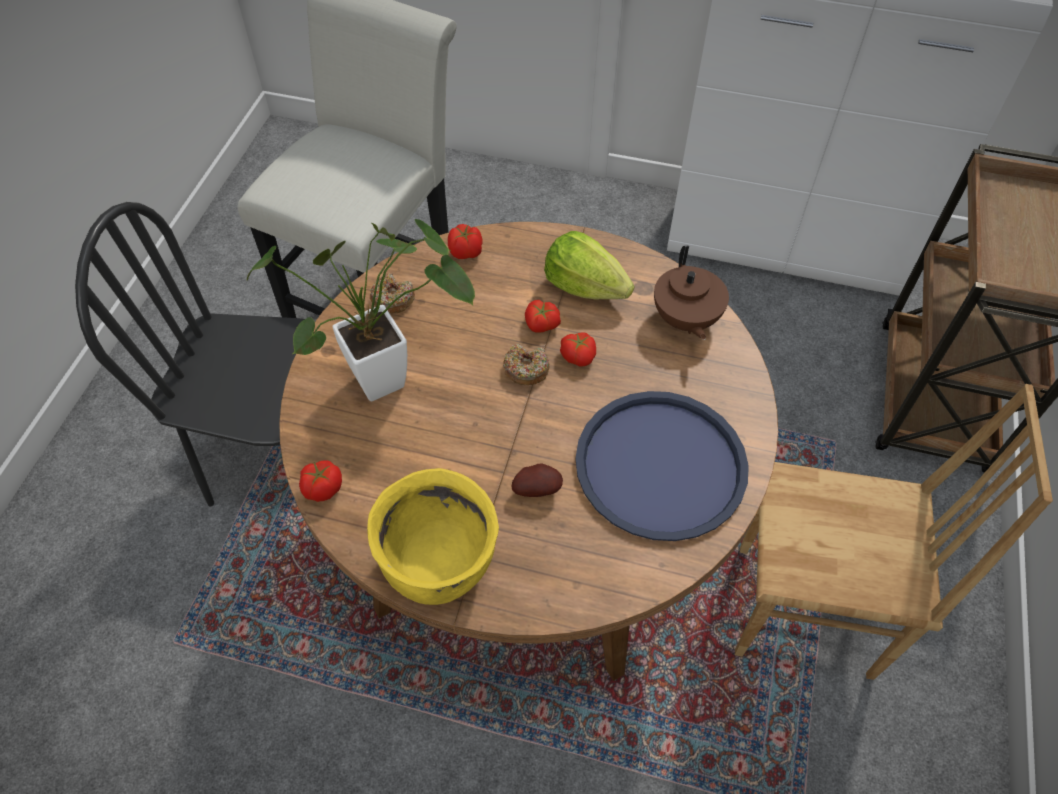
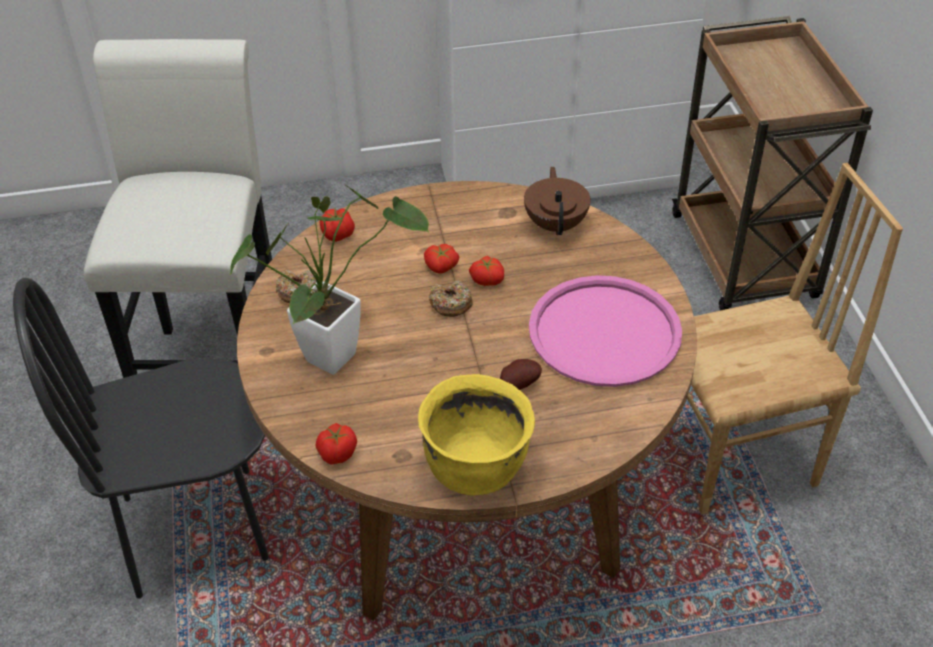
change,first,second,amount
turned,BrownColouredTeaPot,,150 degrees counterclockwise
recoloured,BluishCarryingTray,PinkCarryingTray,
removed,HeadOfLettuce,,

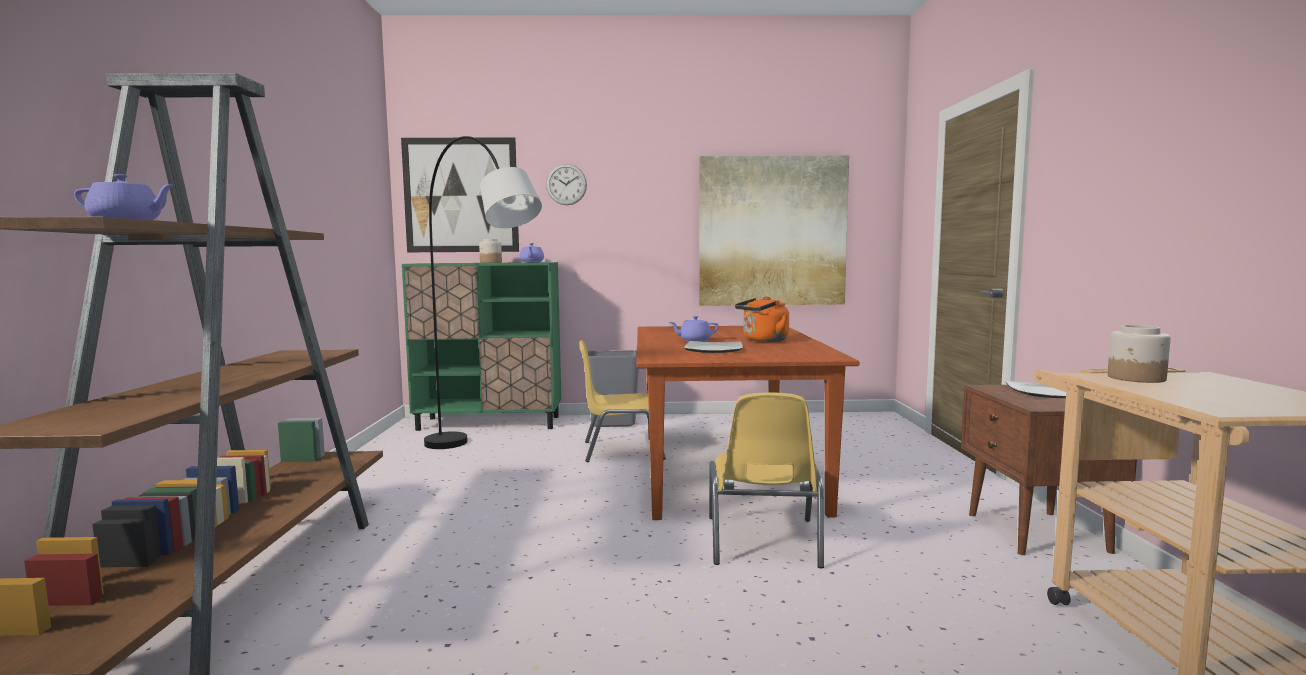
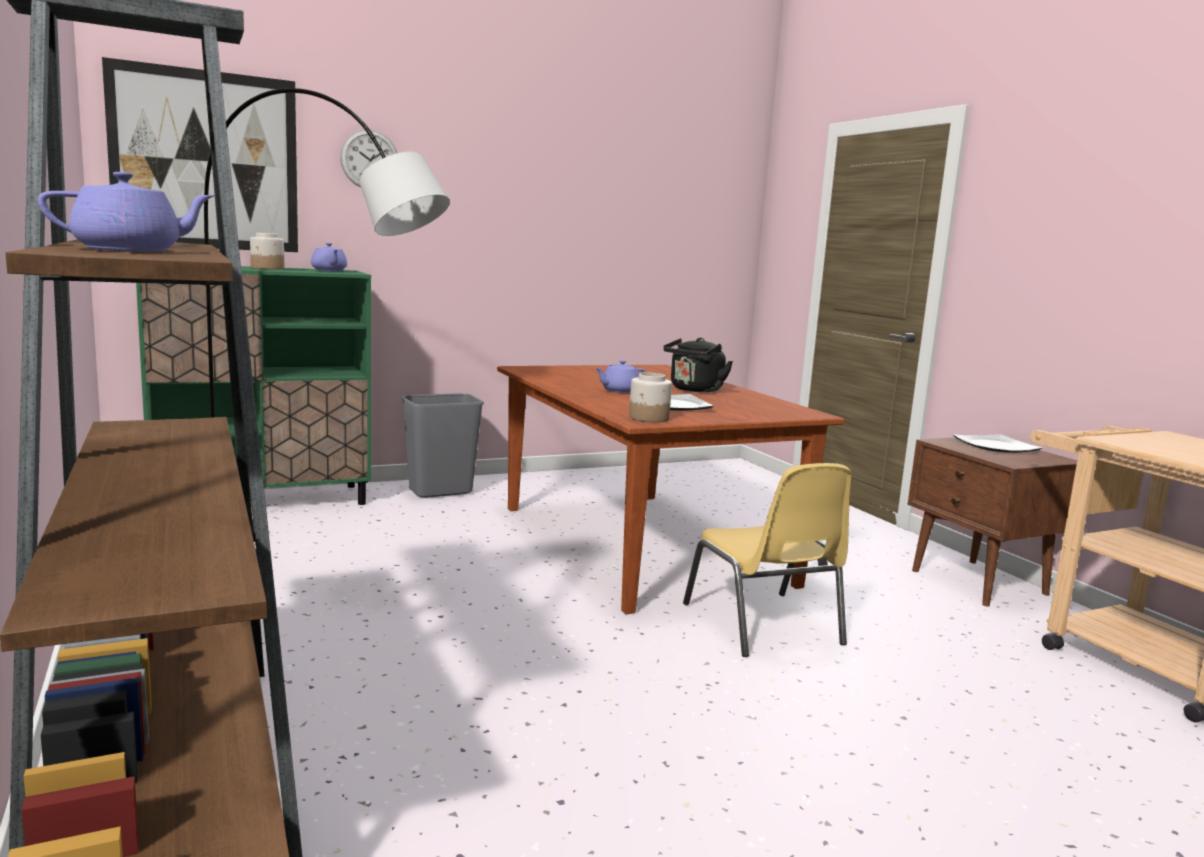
change,first,second,amount
moved,StorageJar (2nd from left),,
recoloured,OrangeyTeaKettle,BlackishTeaKettle,
removed,YellowPlainChair (1st from left),,
removed,Picture (2nd from left),,

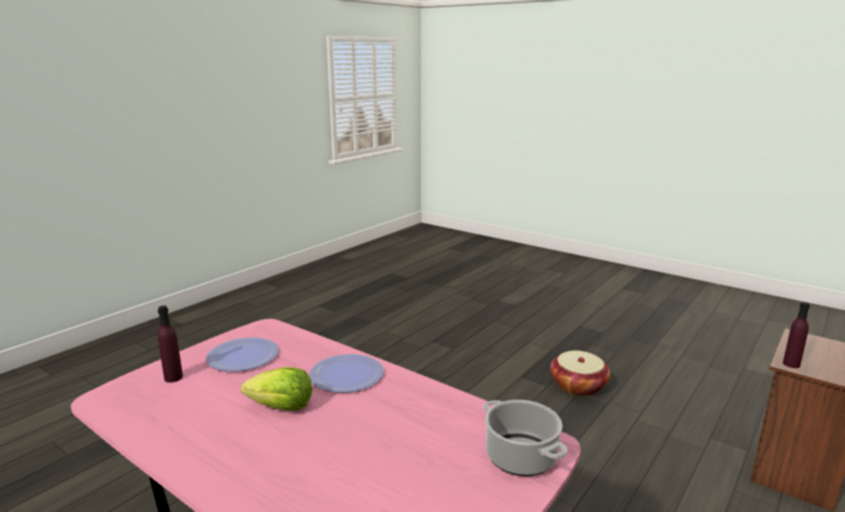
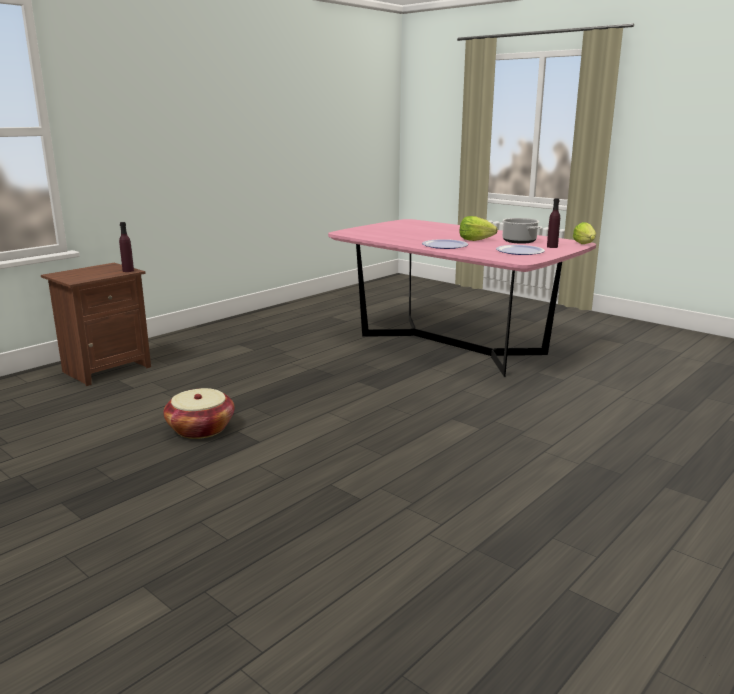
change,first,second,amount
moved,Saucepot,,
added,,HeadOfLettuce (2nd from left),

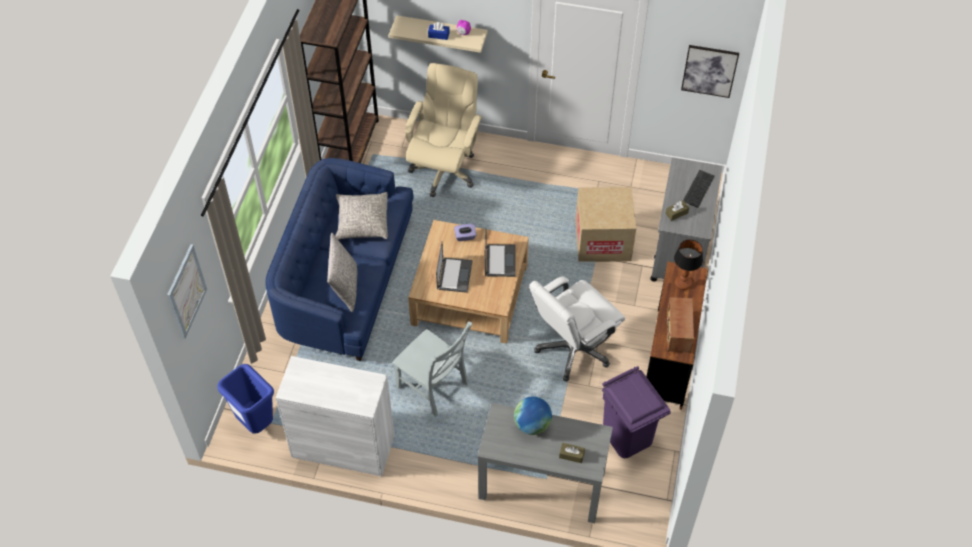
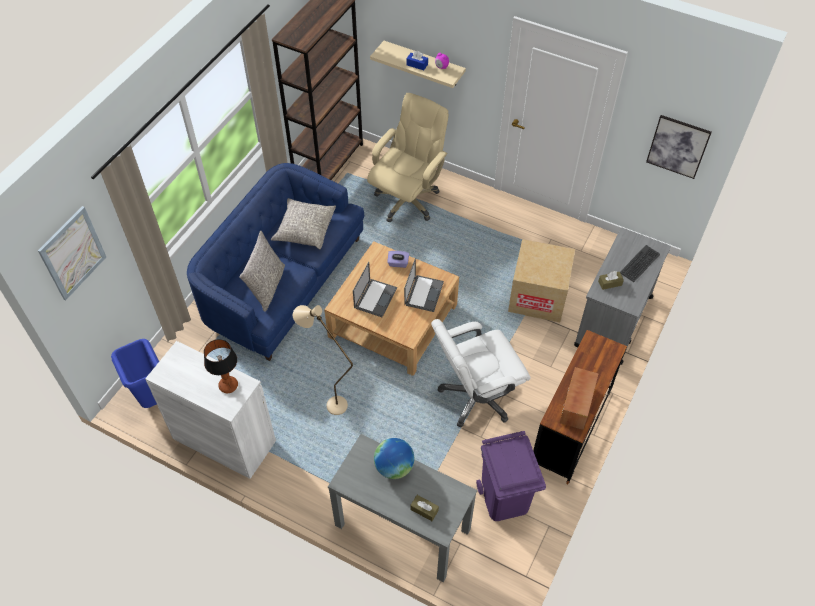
change,first,second,amount
moved,TabletopLamp,,
replaced,GreyPlainChair,BeigeColouredFloorLamp,

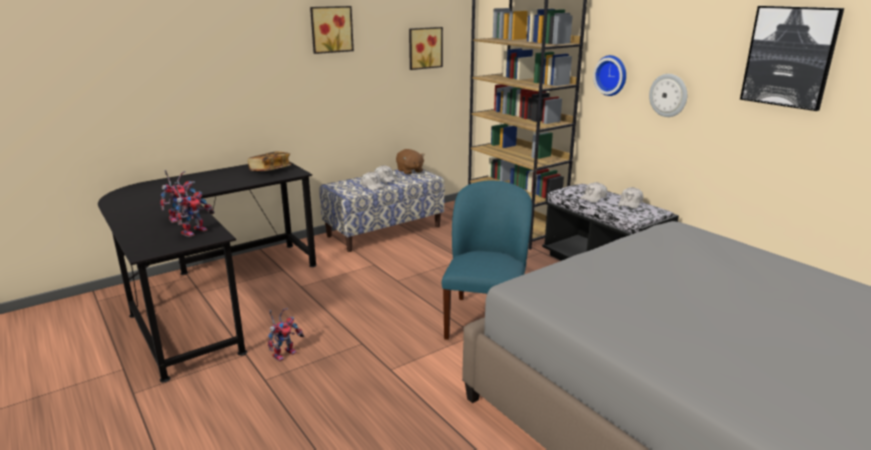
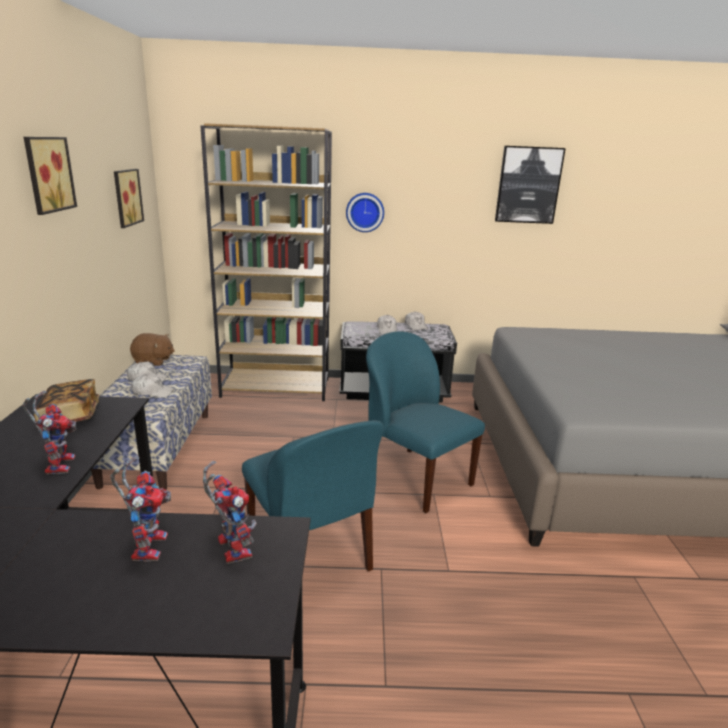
change,first,second,amount
moved,ModelRobot (3rd from left in the first image),ModelRobot (1st from left),
added,,BluishPlainChair (1st from left),
removed,ClockOnTheWall (2nd from left),,

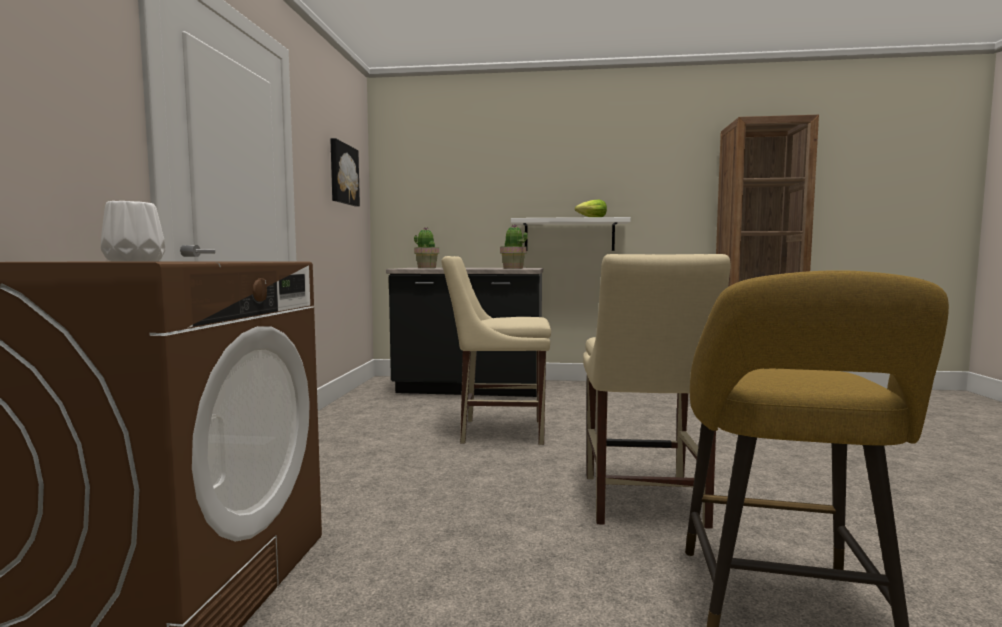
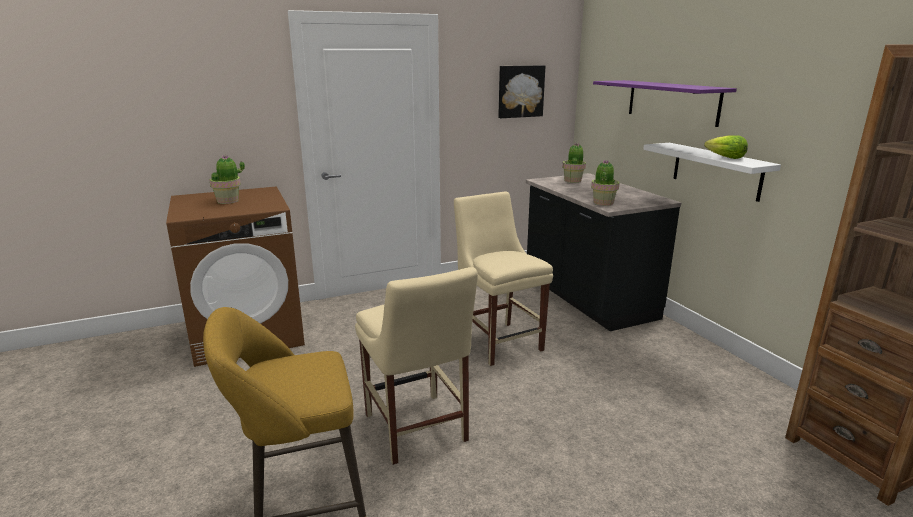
change,first,second,amount
replaced,WhiteColouredVase,Houseplant (1st from left),
turned,BeigeColouredPlainChair (2nd from left in the first image),BeigeColouredPlainChair (1st from left),90 degrees counterclockwise
added,,PurplishShelf,

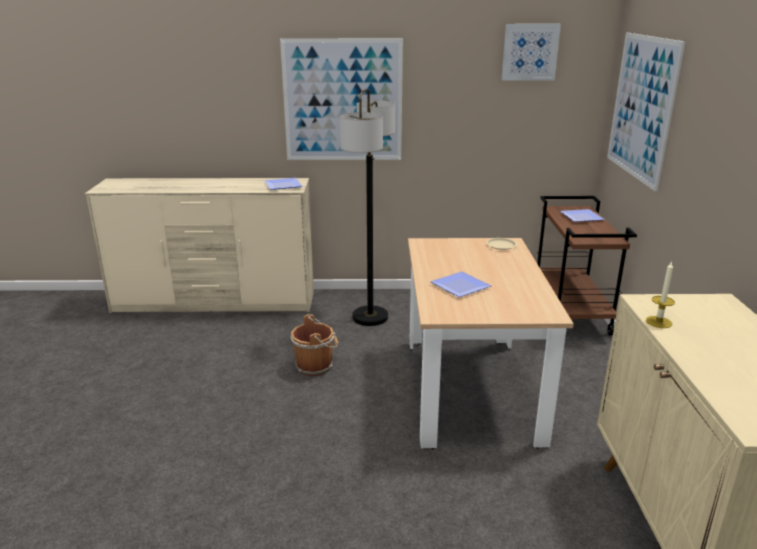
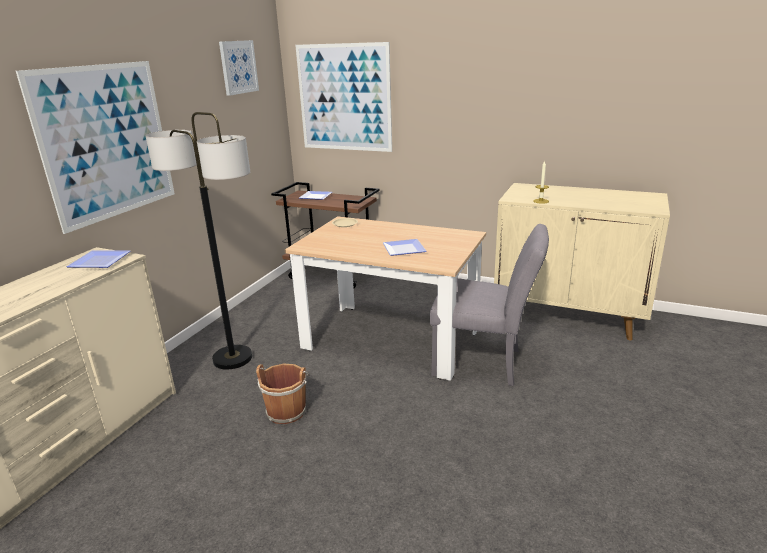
change,first,second,amount
added,,GreyPlainChair,

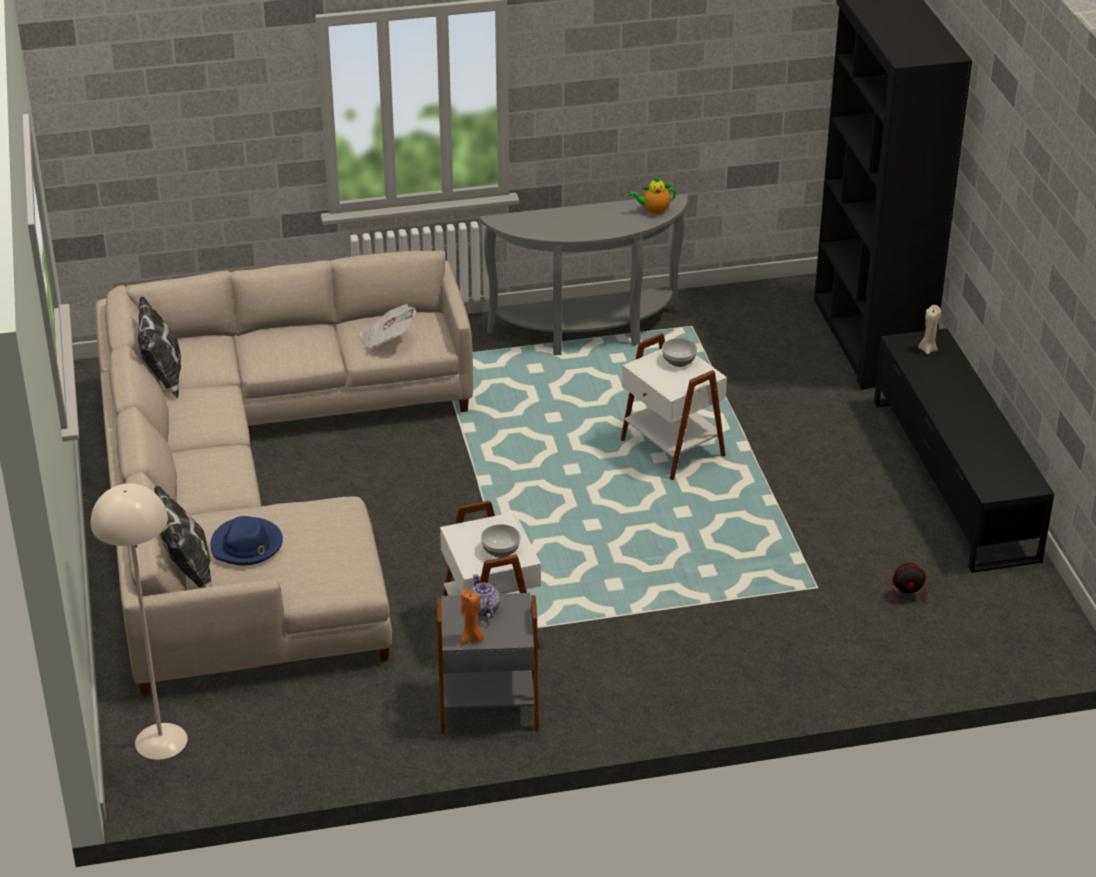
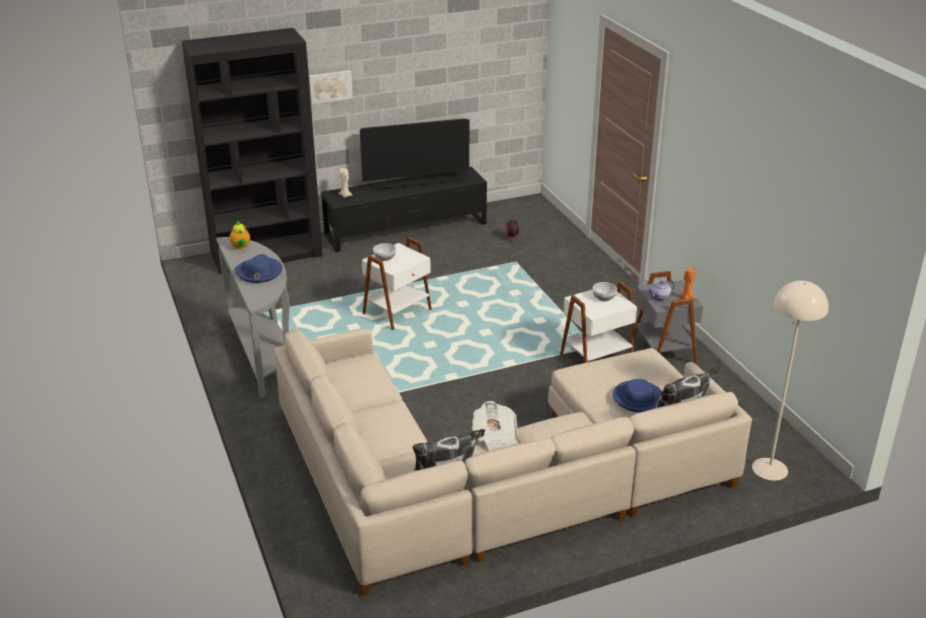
change,first,second,amount
added,,BluishClothingHat (1st from left),
added,,Picture,
added,,Tv,
moved,PrintedPaper,,

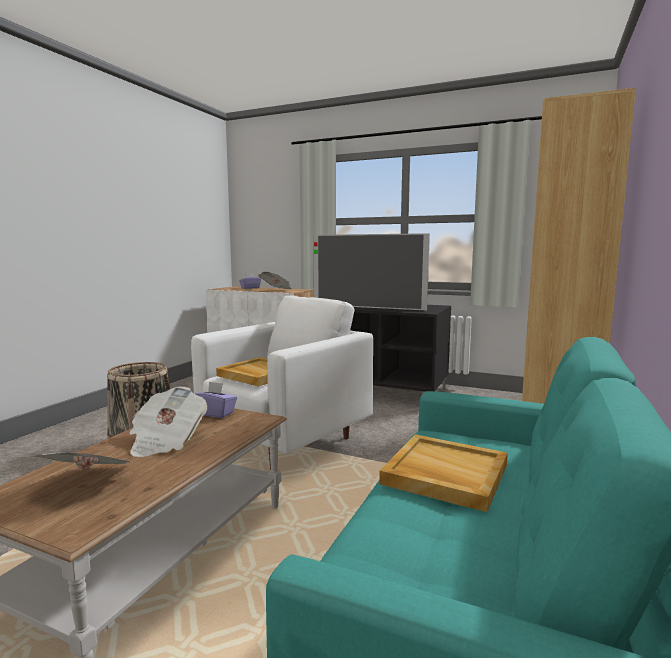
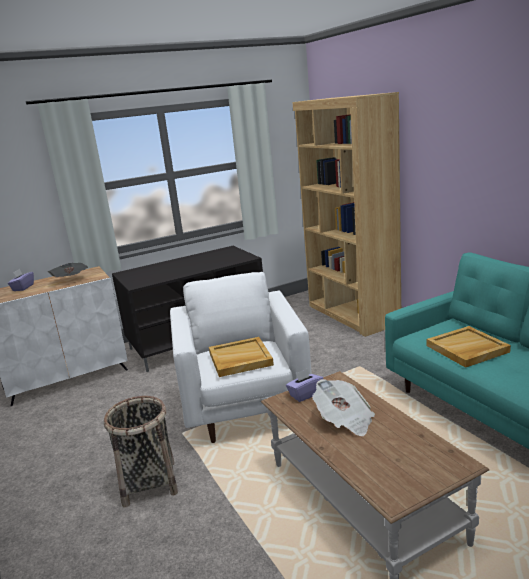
change,first,second,amount
removed,PrintedPaper (1st from left),,
removed,Tv,,

